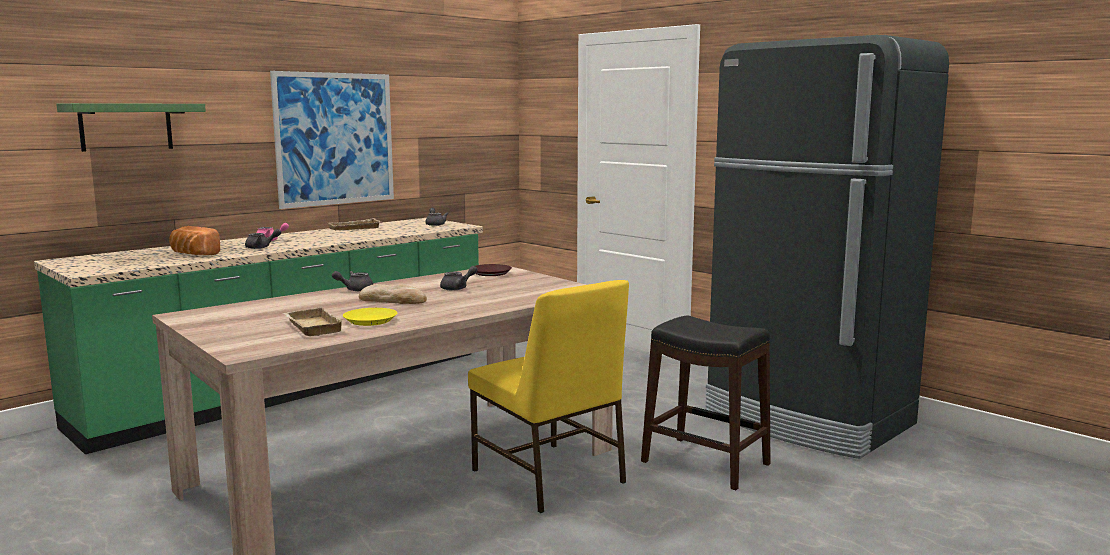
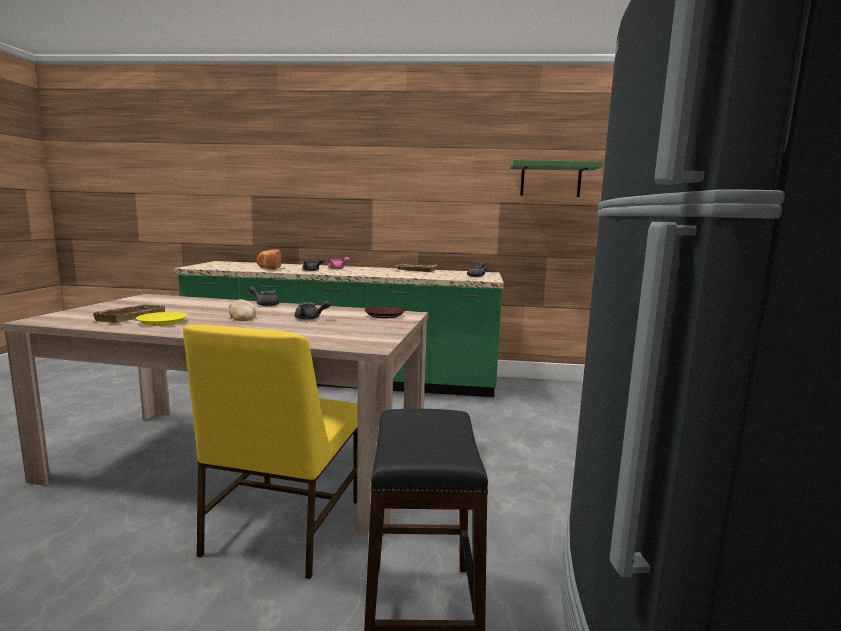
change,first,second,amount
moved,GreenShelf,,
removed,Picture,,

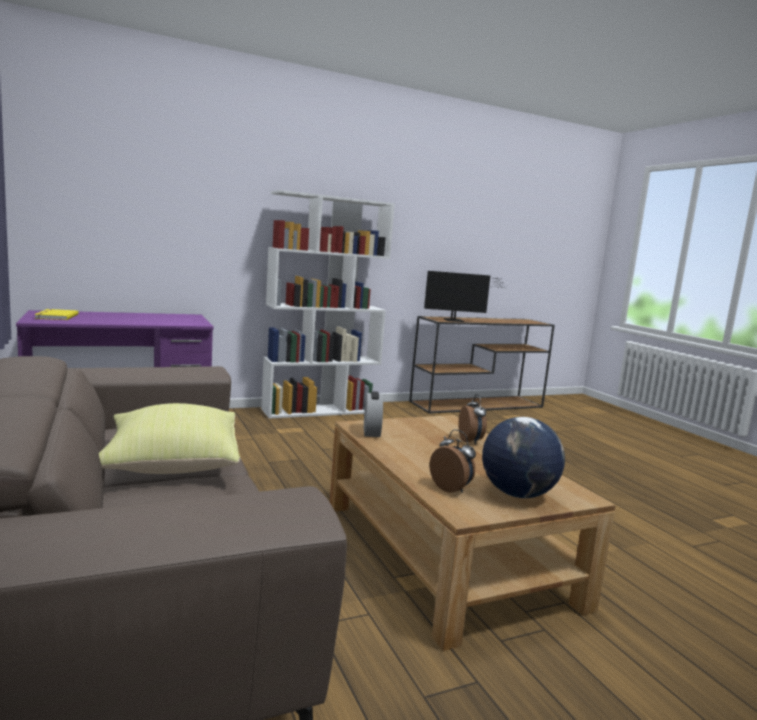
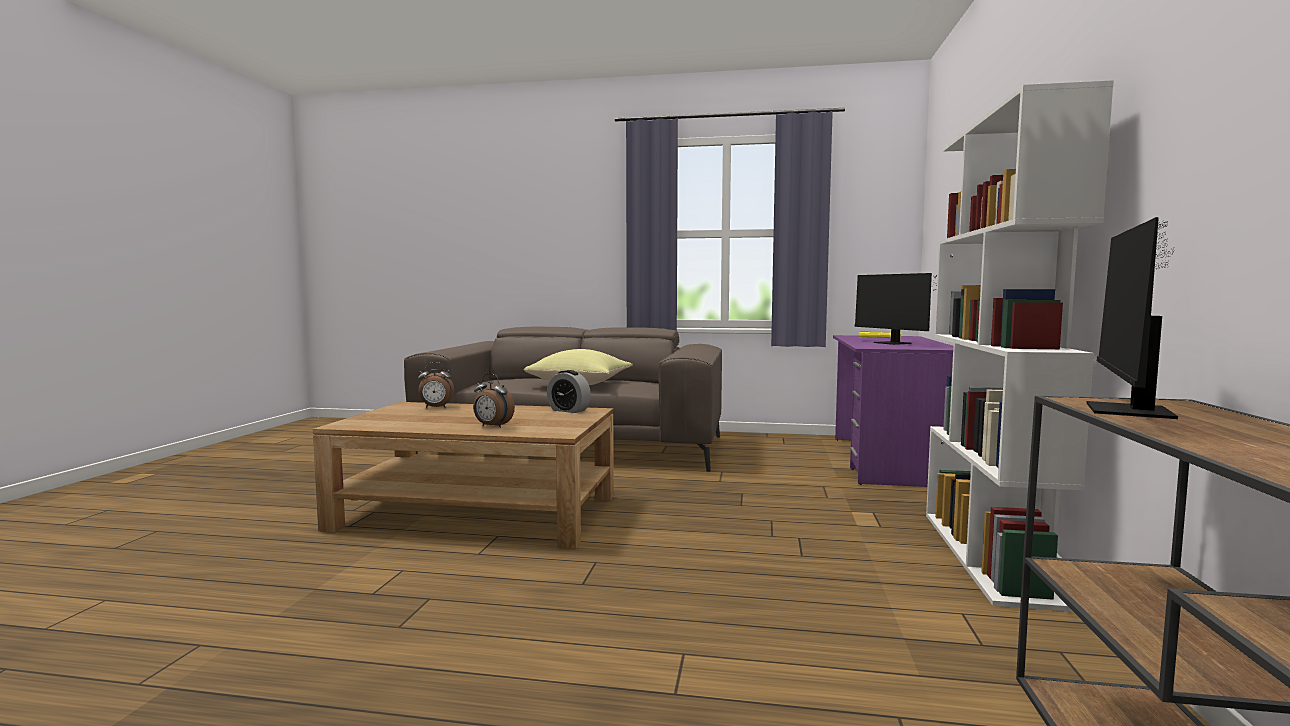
change,first,second,amount
added,,ComputerScreen (1st from left),
removed,DeskGlobe,,

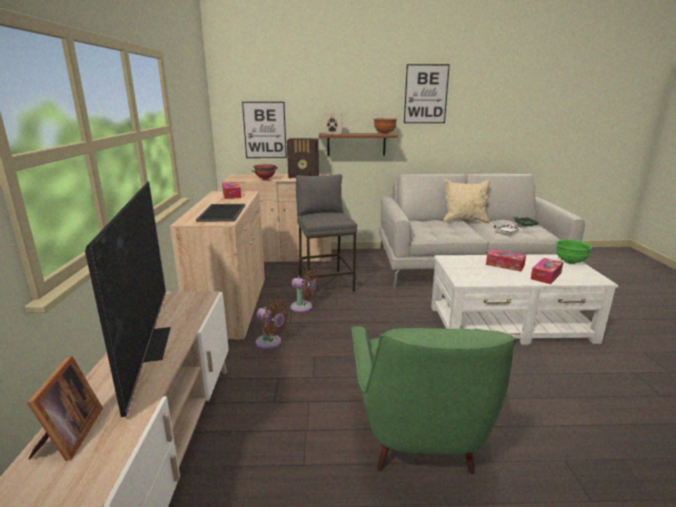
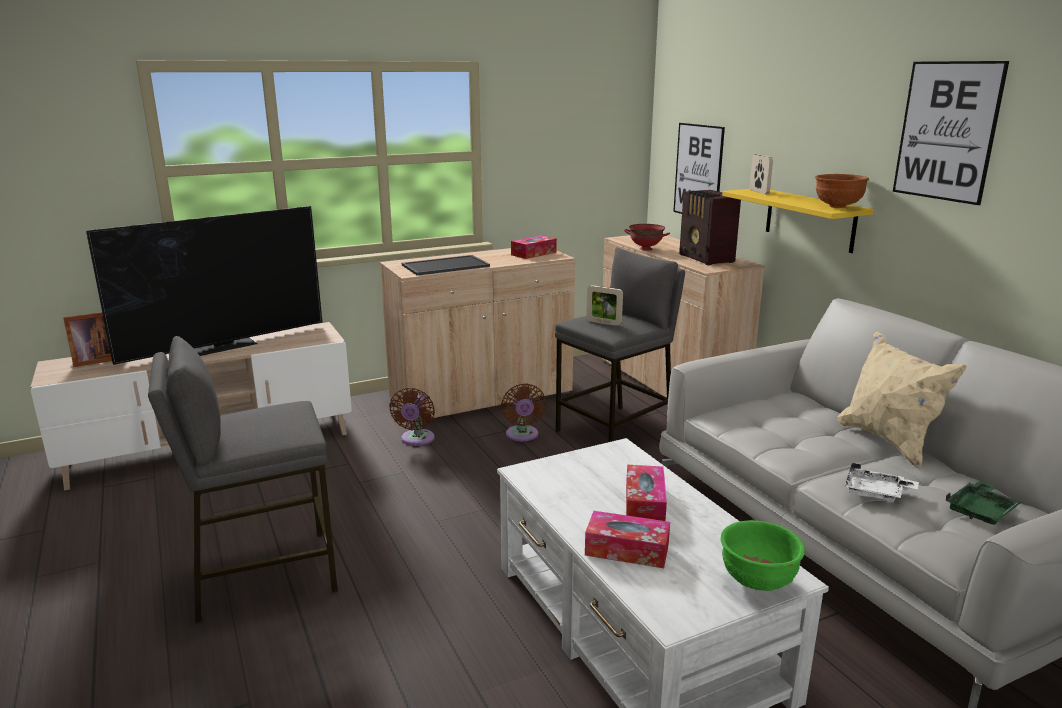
change,first,second,amount
replaced,GreenEasyChair,GreyStoolSeat (1st from left),
added,,StandingFrame (2nd from left),
recoloured,BrownColouredShelf,YellowShelf,

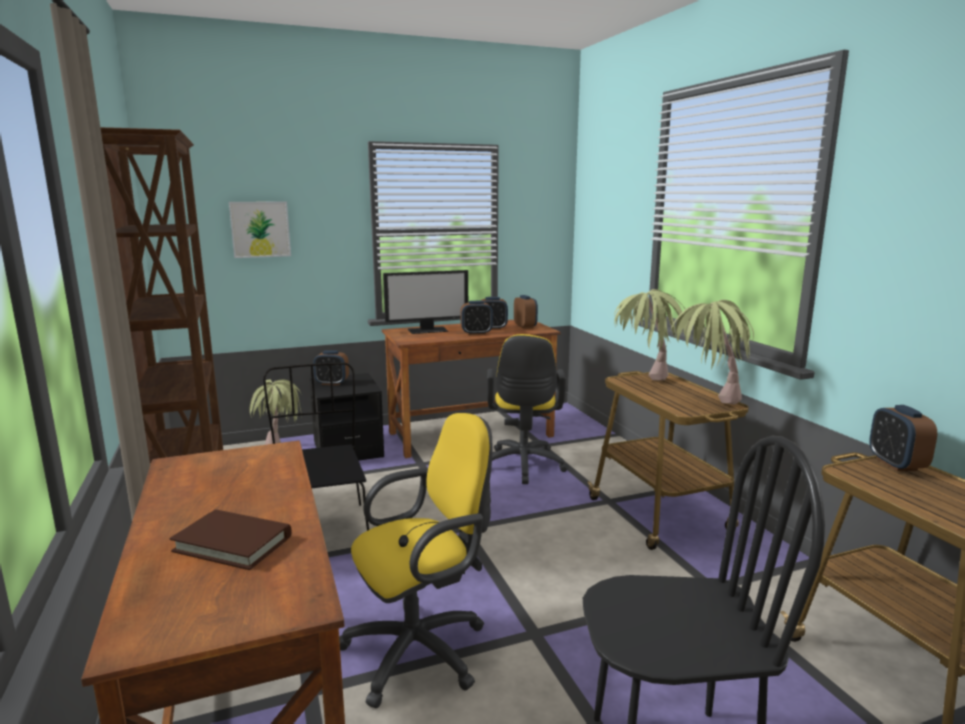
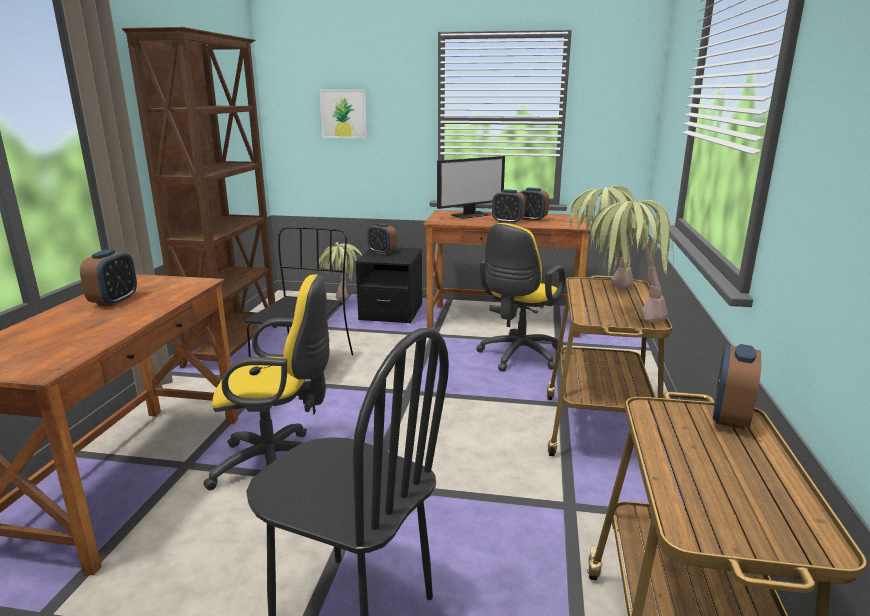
change,first,second,amount
moved,AlarmClock (4th from left in the first image),AlarmClock (1st from left),
turned,ComputerScreen,,45 degrees counterclockwise
removed,BrownColouredBook,,

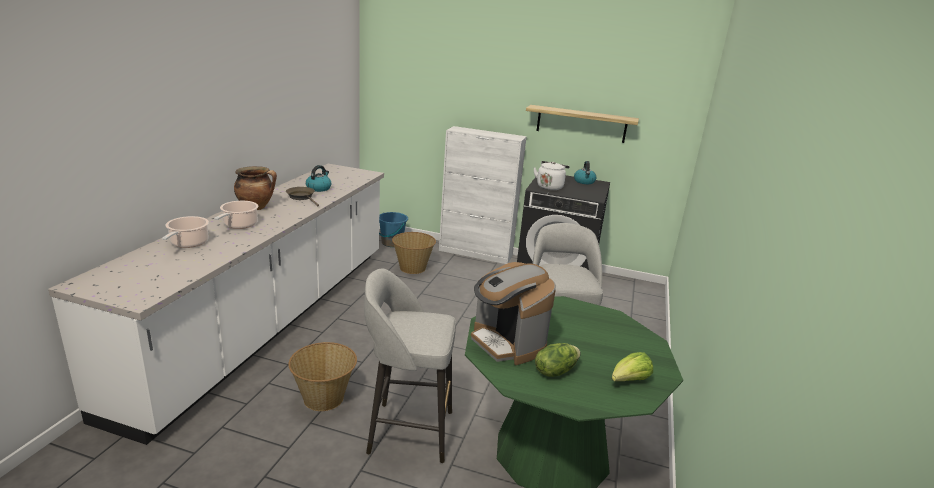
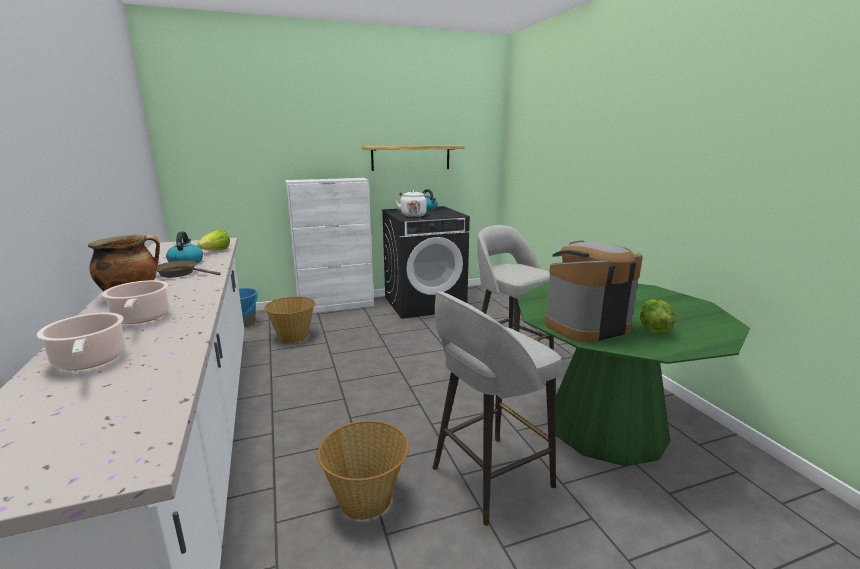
change,first,second,amount
moved,HeadOfLettuce (2nd from left in the first image),HeadOfLettuce (1st from left),
turned,CoffeeMachine,,135 degrees clockwise

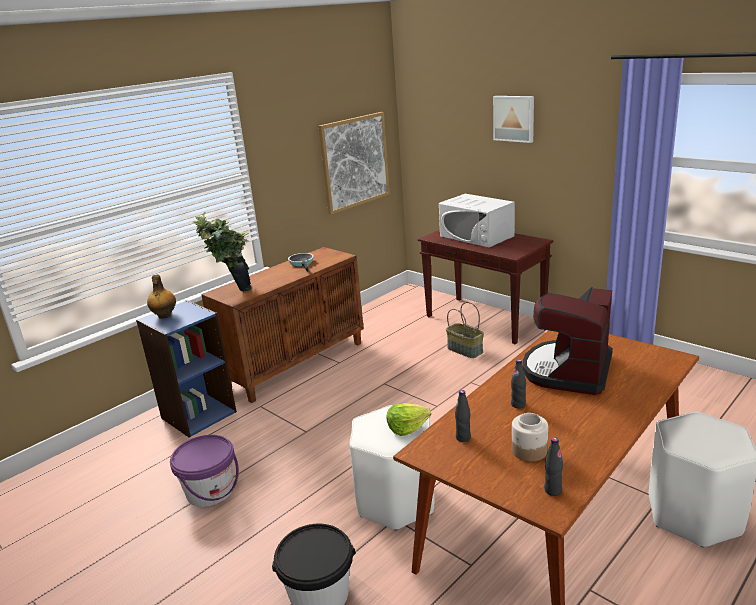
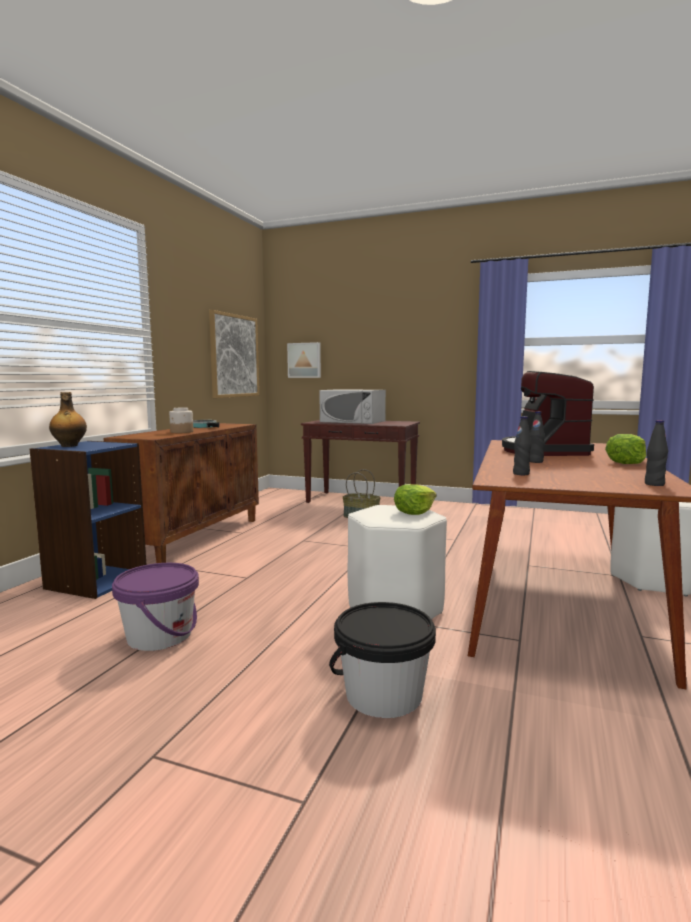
change,first,second,amount
moved,StorageJar,,
moved,Picture (2nd from left),,
added,,HeadOfLettuce (2nd from left),
removed,Houseplant,,

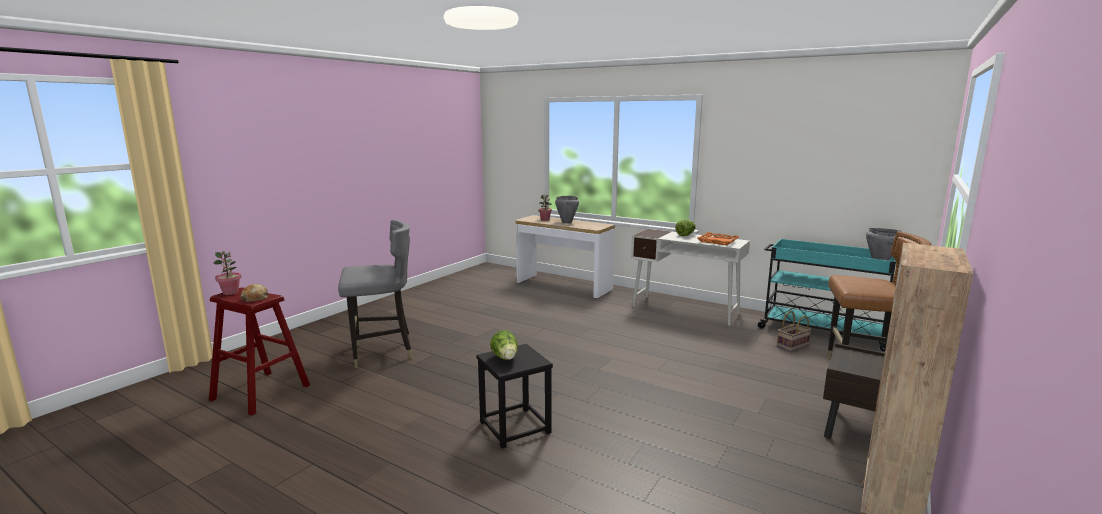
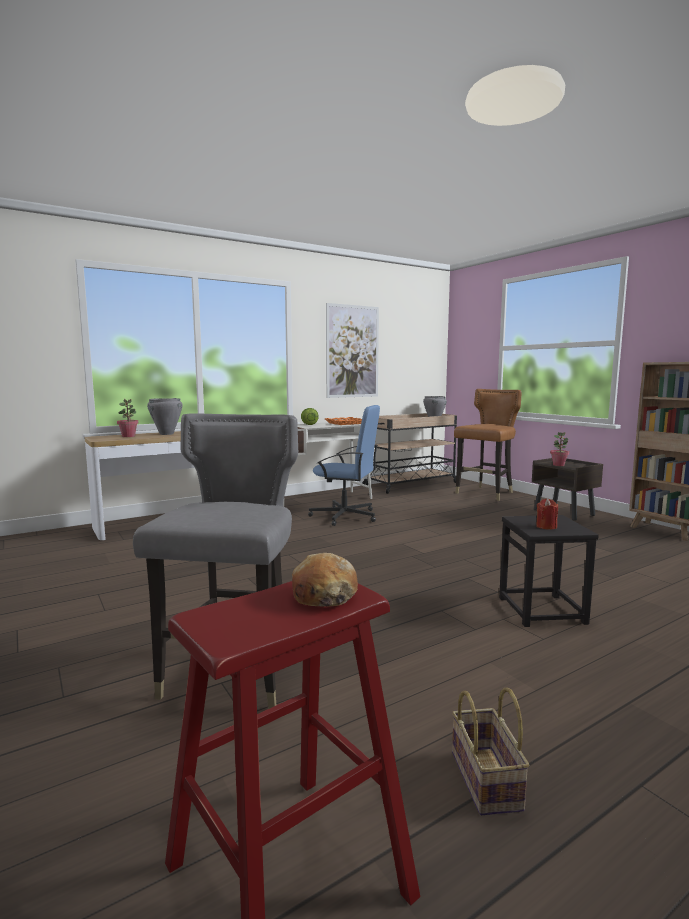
change,first,second,amount
added,,BluishOfficeChair,
added,,Picture,
recoloured,TurquoiseTrolley,BeigeColouredTrolley,
moved,Basket,,
replaced,HeadOfLettuce (1st from left),RedCandle,
moved,Houseplant (1st from left in the first image),Houseplant (2nd from left),

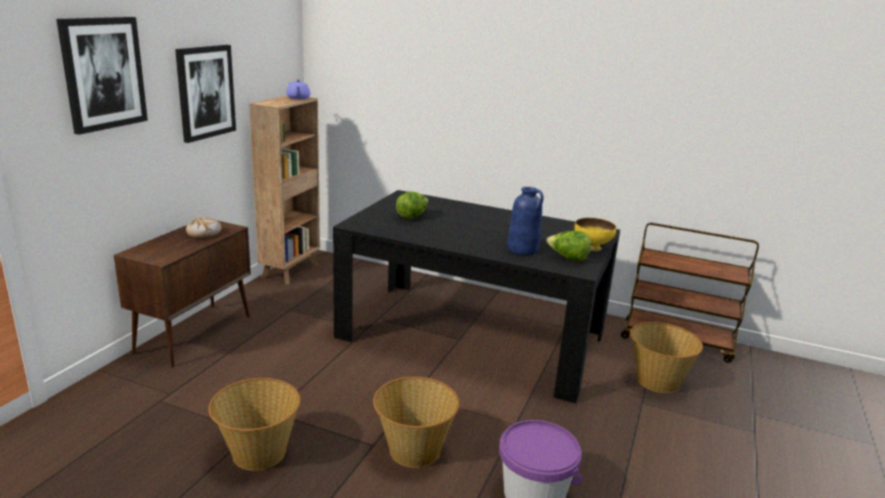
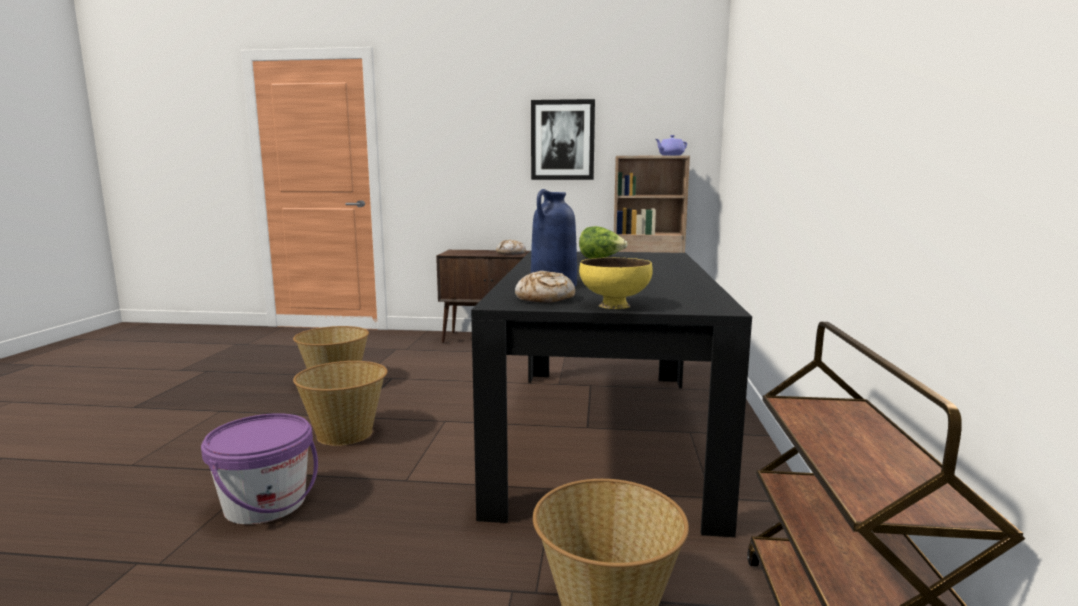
change,first,second,amount
replaced,HeadOfLettuce (2nd from left),Bread (2nd from left),
removed,Picture (1st from left),,

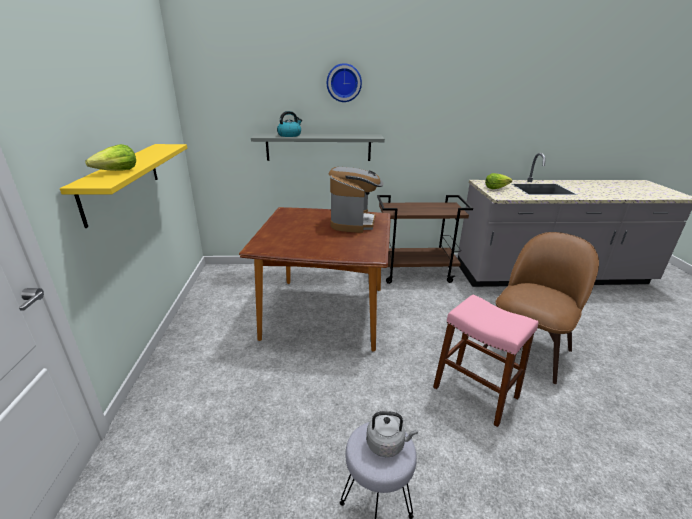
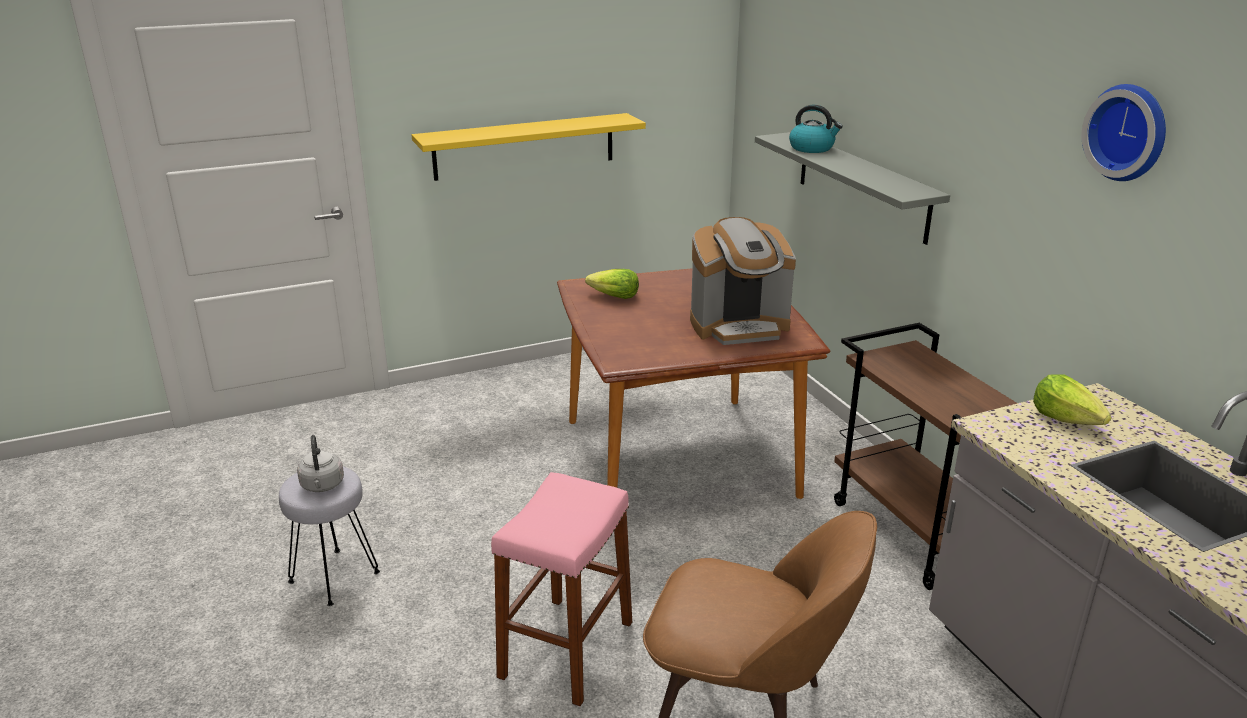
change,first,second,amount
moved,HeadOfLettuce (1st from left),,
moved,ClockOnTheWall,,

